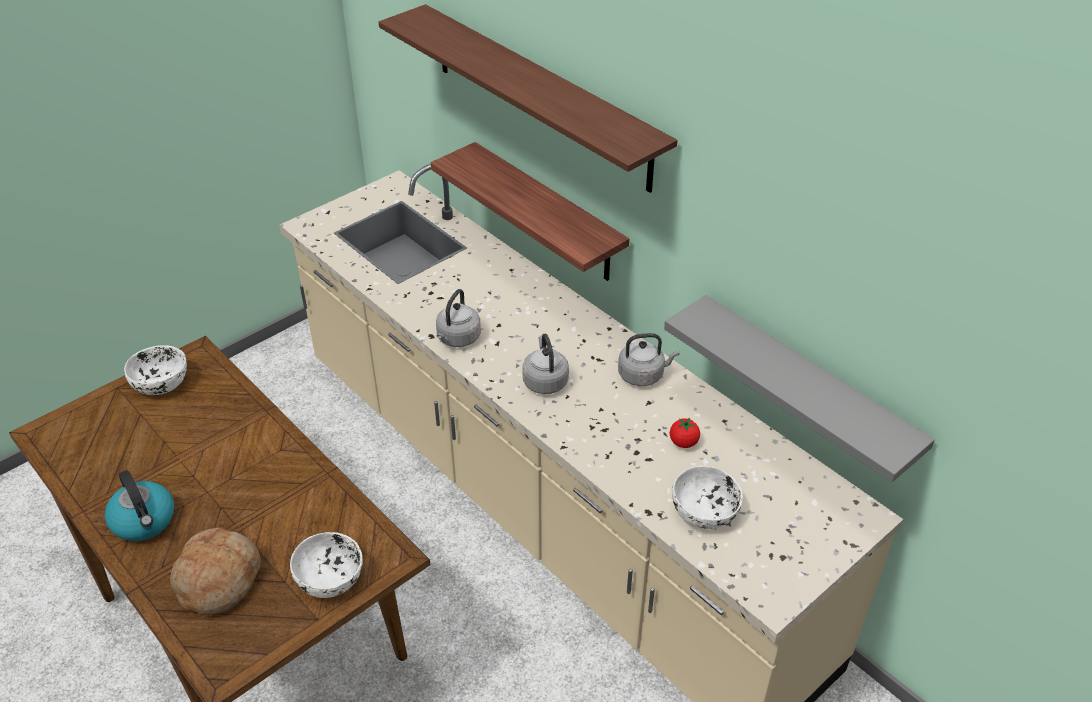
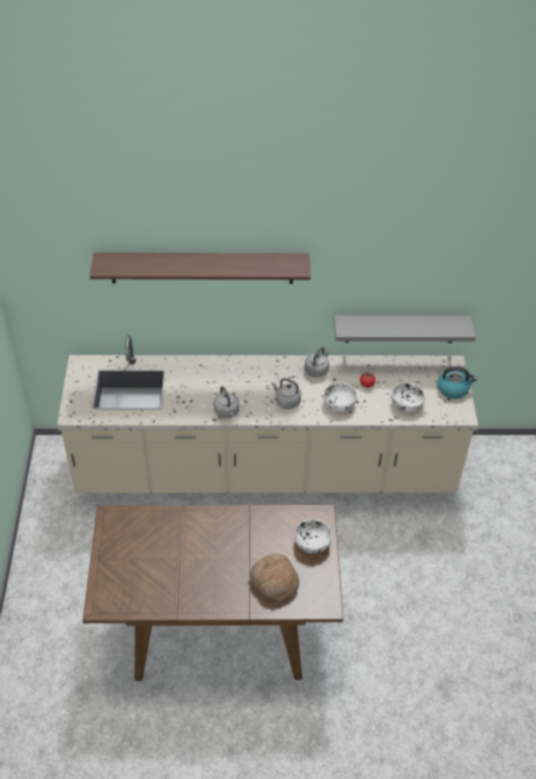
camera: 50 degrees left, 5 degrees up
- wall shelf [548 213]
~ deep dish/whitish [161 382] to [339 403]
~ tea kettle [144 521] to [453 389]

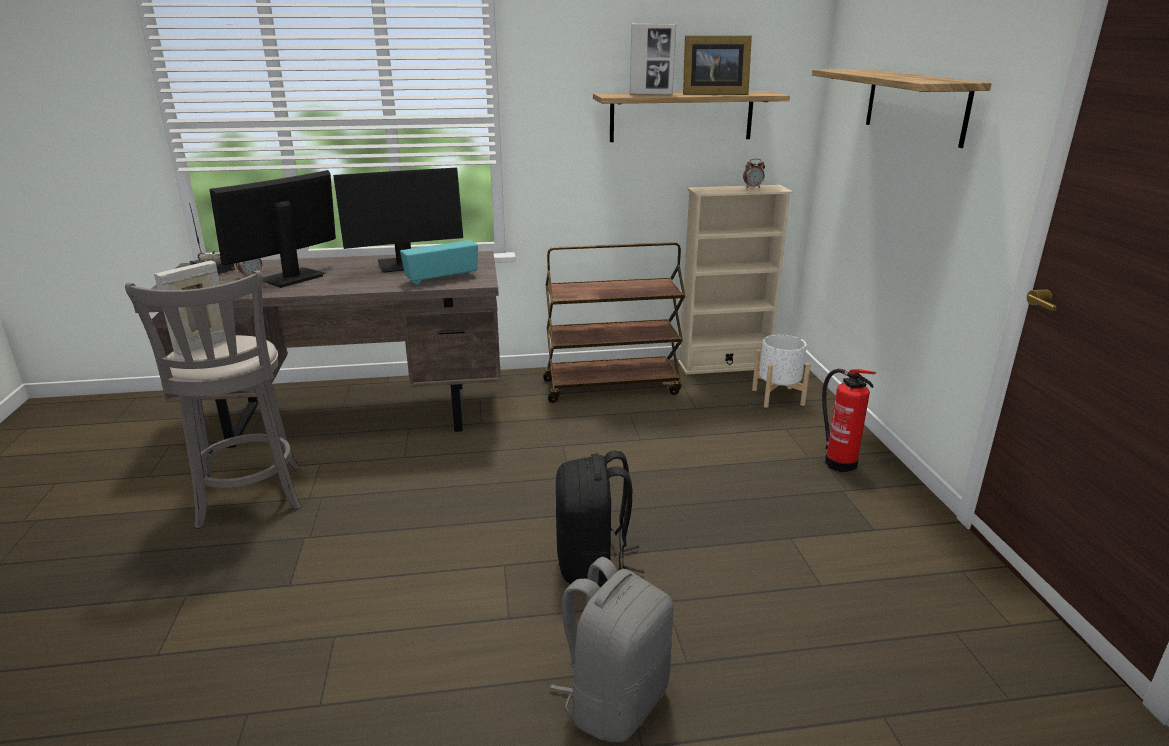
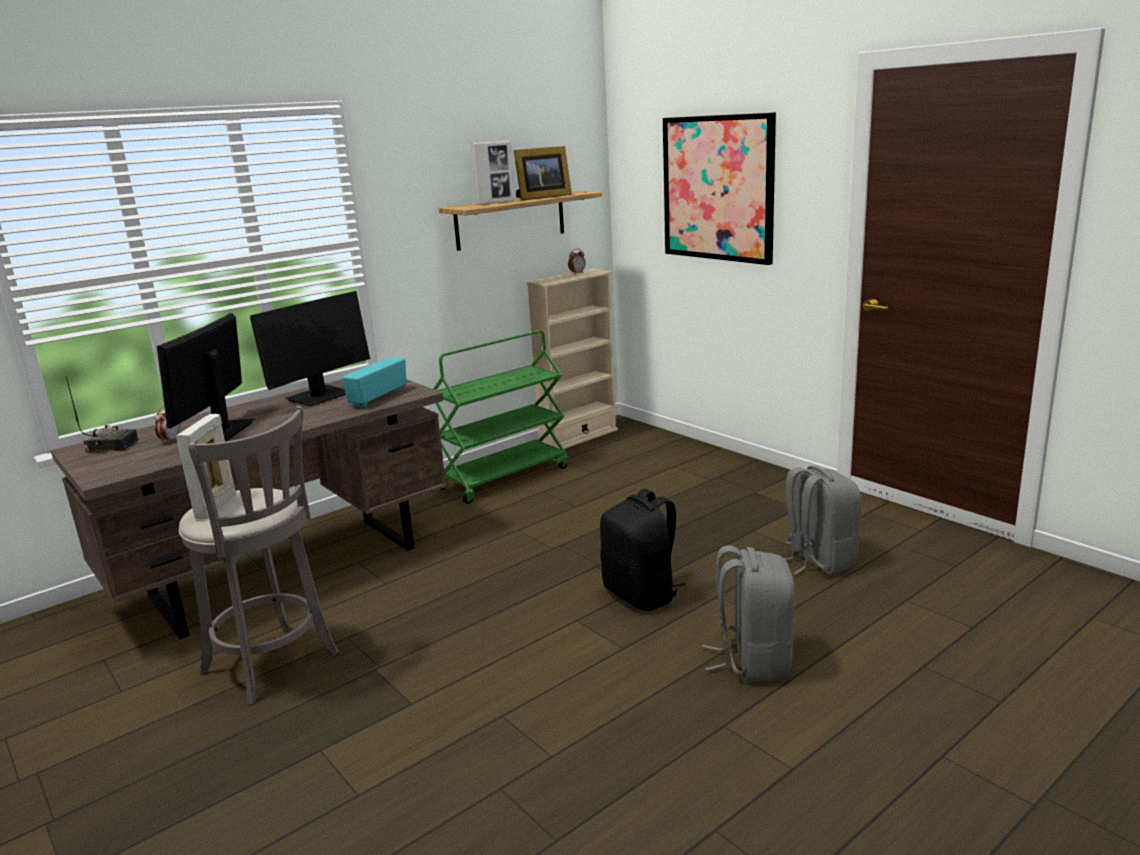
camera: 30 degrees left, 5 degrees down
~ wall shelf [915 105] to picture [718 188]
~ trolley/brown-coloured [612 386] to trolley/green [505 477]
- planter/whitish [777 397]
- fire-fighting cylinder [838 462]
+ backpack/greyish [817 560]

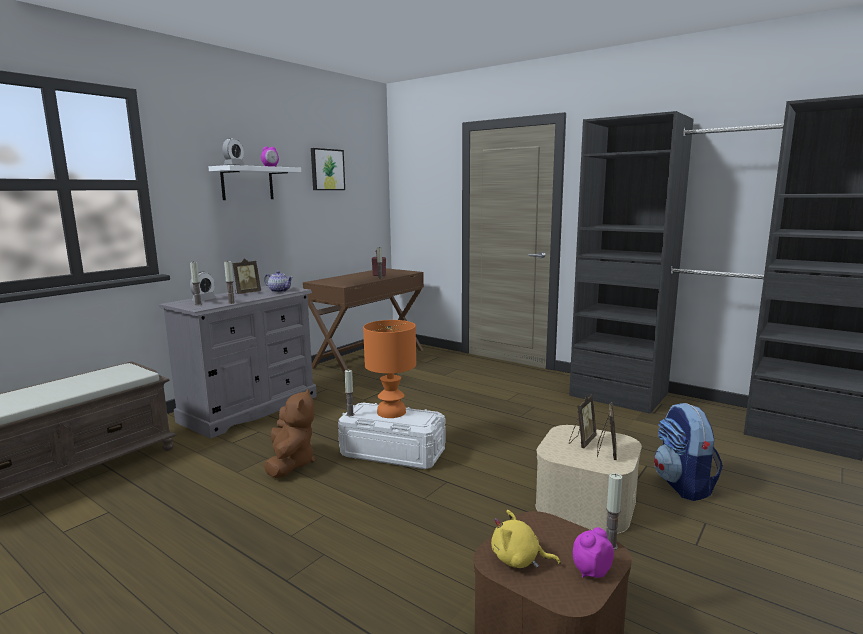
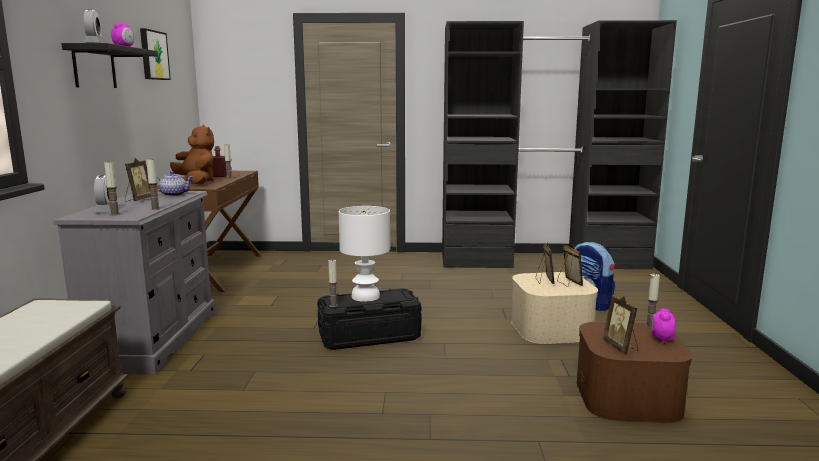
camera: 35 degrees left, 0 degrees up
~ wall shelf/whitish [247 183] to wall shelf/black-coloured [94 67]
~ tabletop lamp/orange [392 412] to tabletop lamp/whitish [365 296]
~ soft toy/brown-coloured [290 464] to [196 182]
~ storage box/whitish [392 452] to storage box/black-coloured [369 336]
~ soft toy/yellow [519 560] to standing frame [621 347]

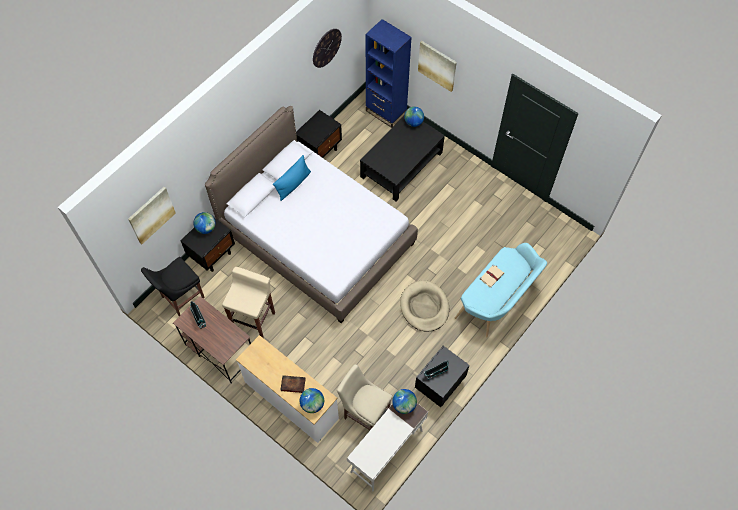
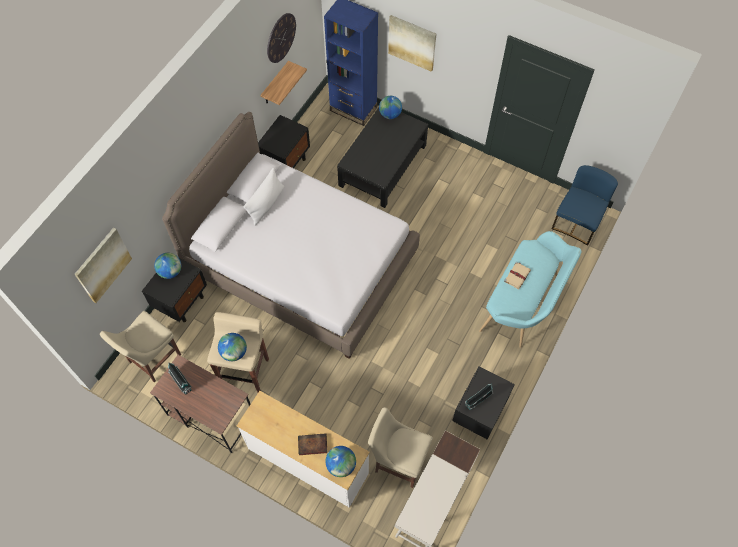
camera: 10 degrees left, 0 degrees up
~ cushion/bluish [293 184] to cushion/whitish [266 204]
~ plain chair/black-coloured [181 298] to plain chair/sand-coloured [152 360]
- dog cushion/sand-coloured [424 307]
~ globe [404 405] to [234 352]
+ wall shelf [275 84]
+ plain chair/bluish [577 222]

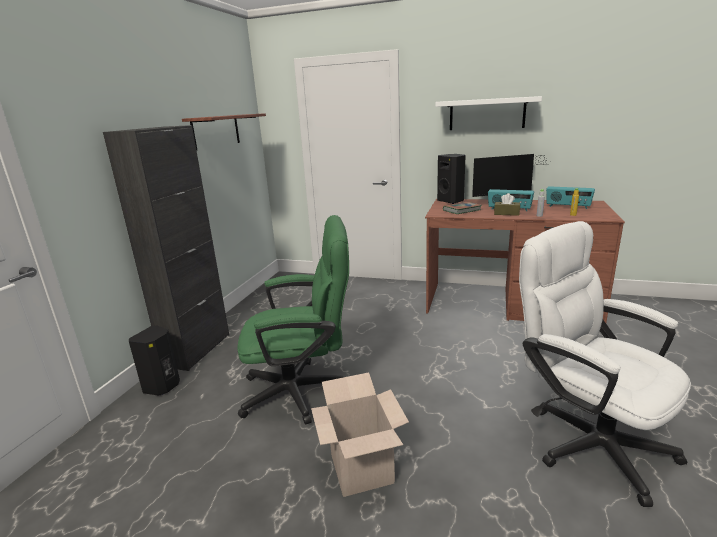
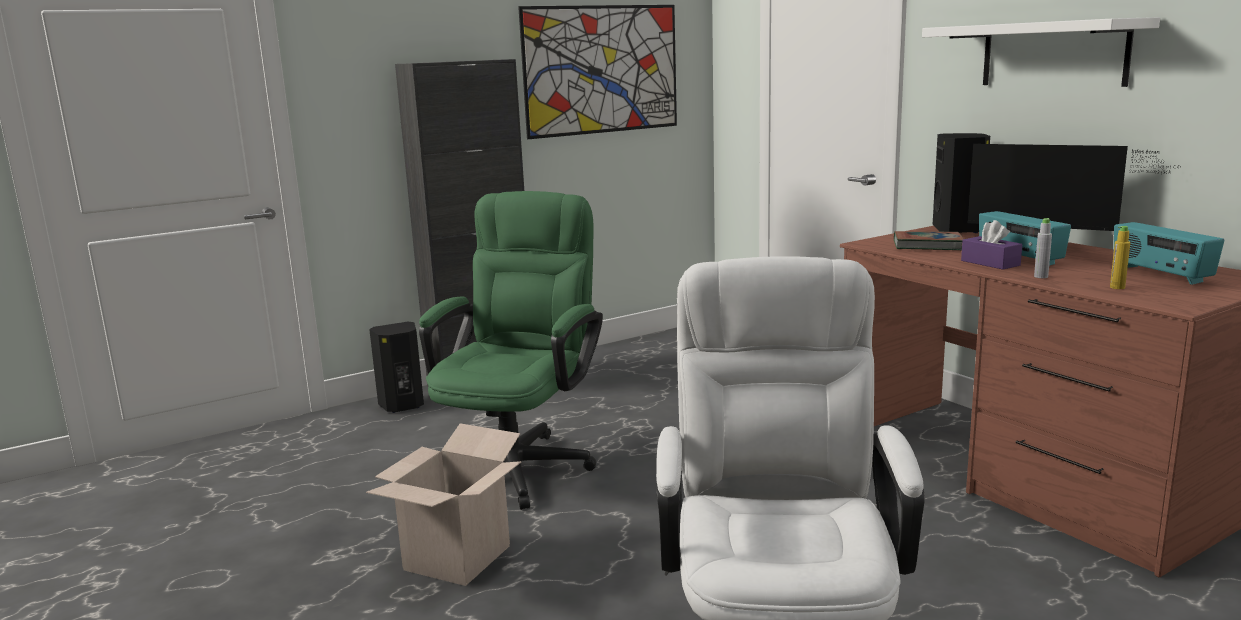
camera: 40 degrees right, 5 degrees down
~ wall shelf [216 131] to picture [602 69]
~ box of tissues/brown-coloured [506 213] to box of tissues/purplish [990 263]
~ computer chair/green [303 391] = [520 463] 105 degrees counterclockwise

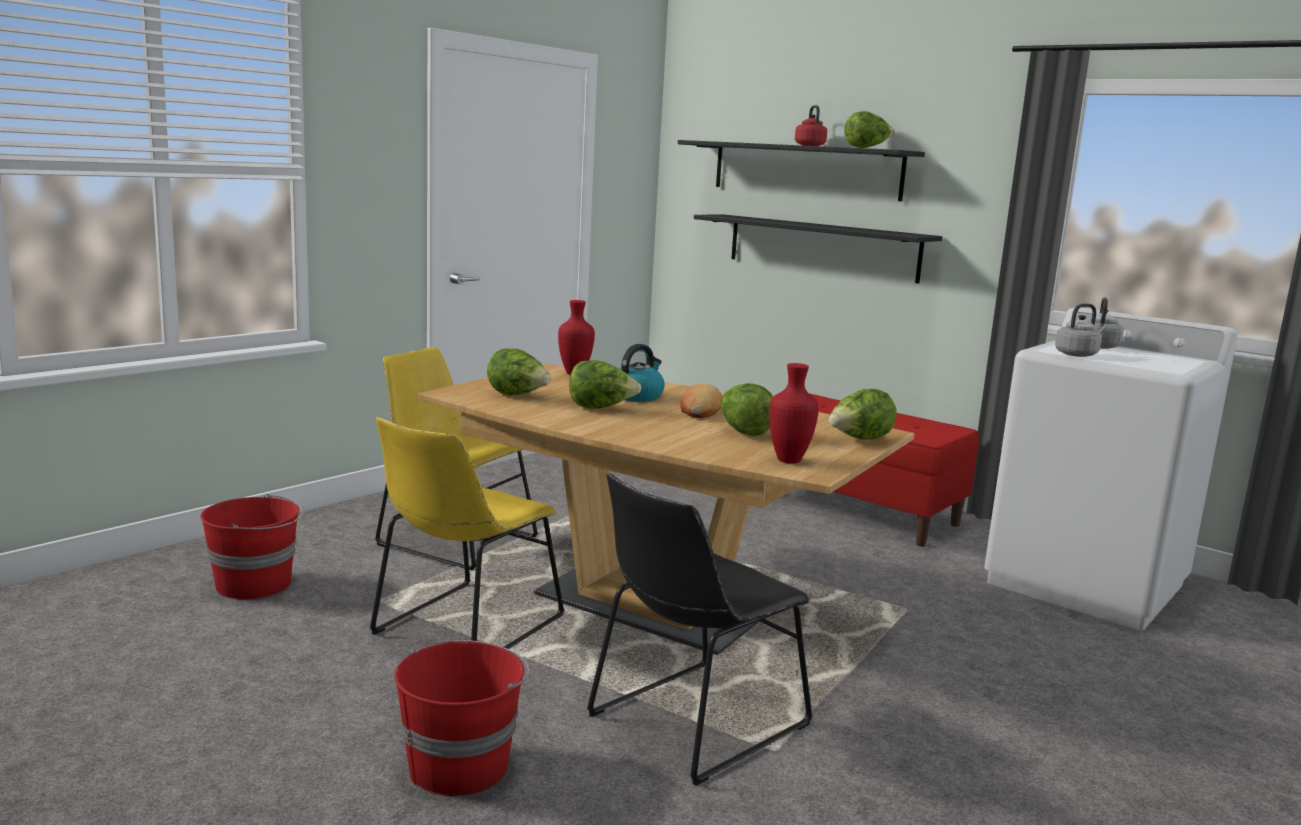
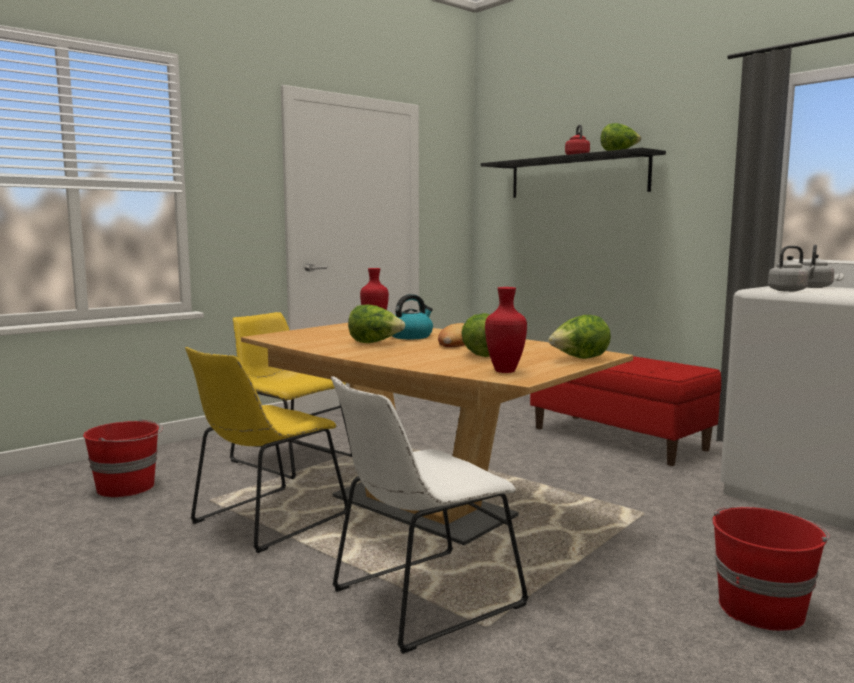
camera: 10 degrees right, 5 degrees down
- wall shelf/black-coloured [822 247]
- lettuce head [518 396]
~ plain chair/black-coloured [691 723] to plain chair/whitish [420 600]
~ water bucket/red [460 765] to [761 607]

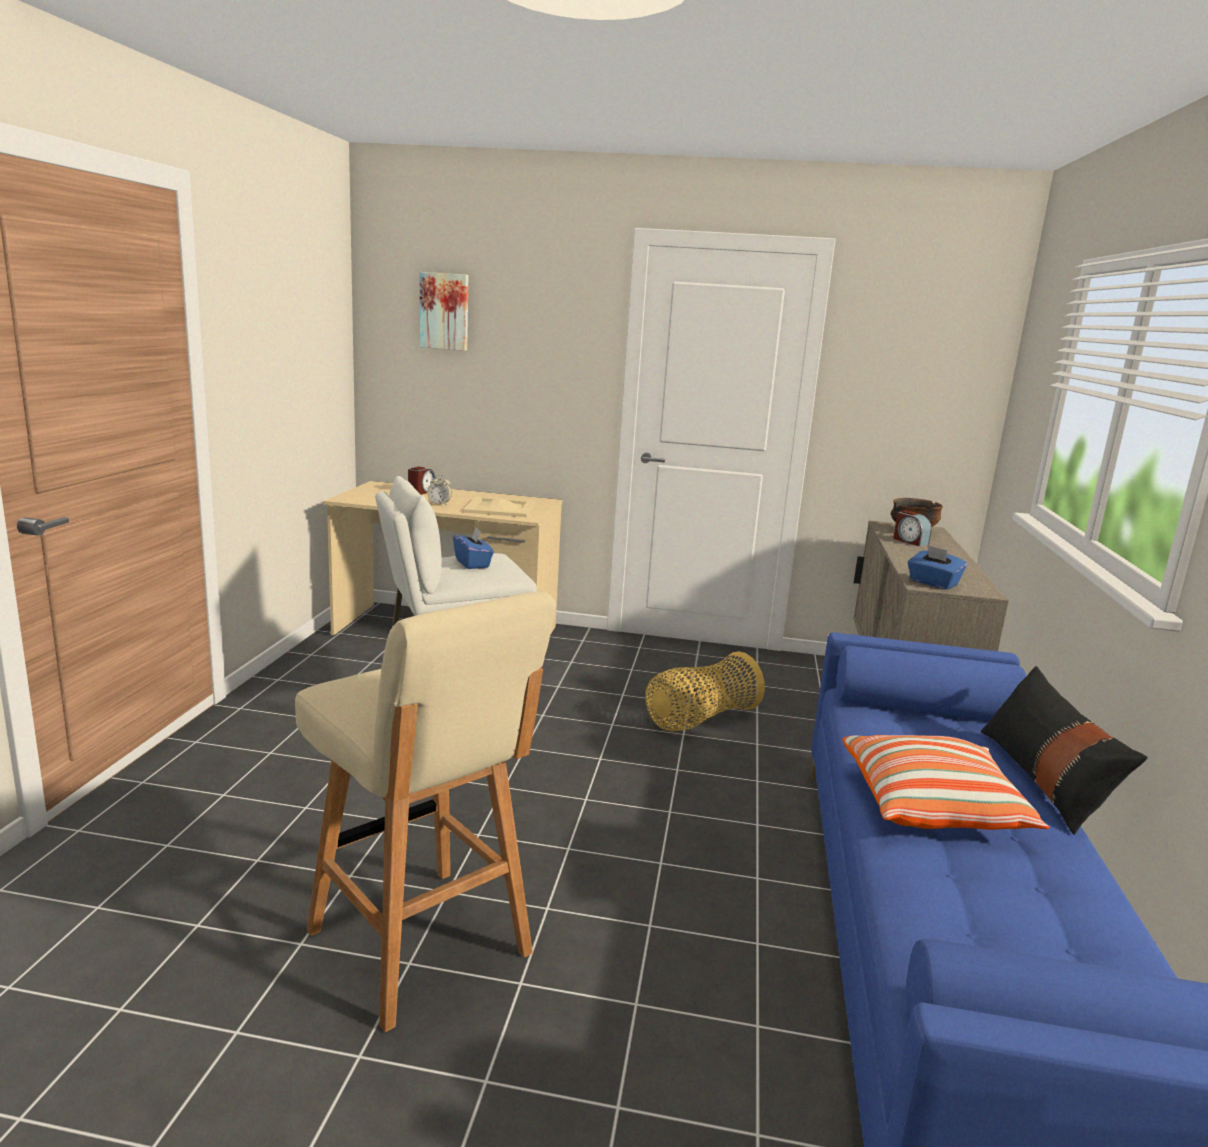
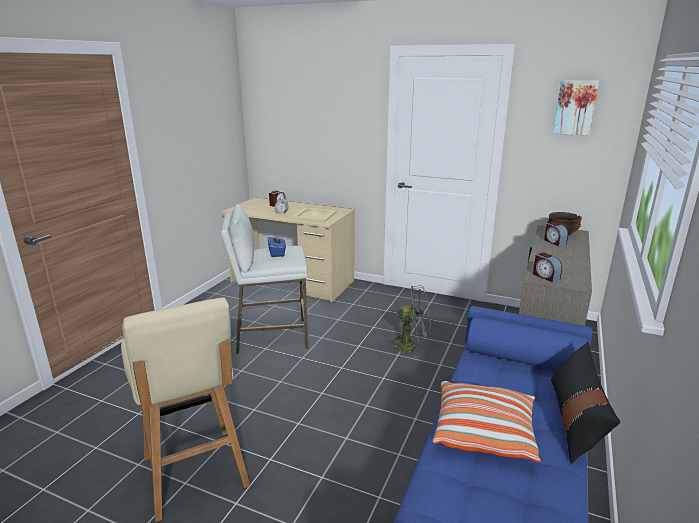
camera: 15 degrees right, 5 degrees up
~ picture [444 311] to [575 107]
~ box of tissues/bluish [933 583] to table clock [545 276]
~ household basket [699 720] to electric fan/greyish [412 346]

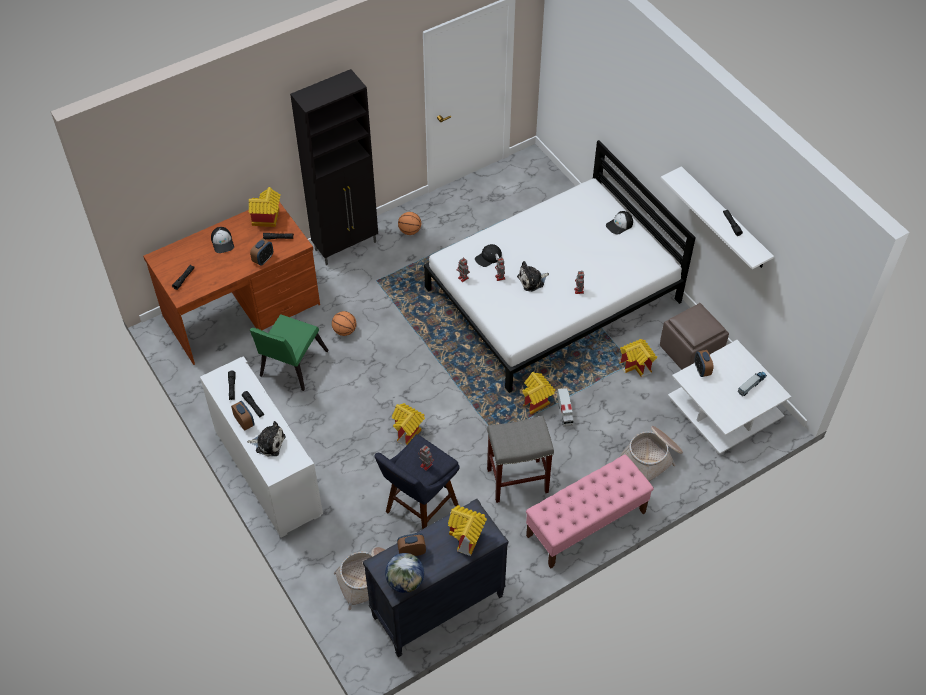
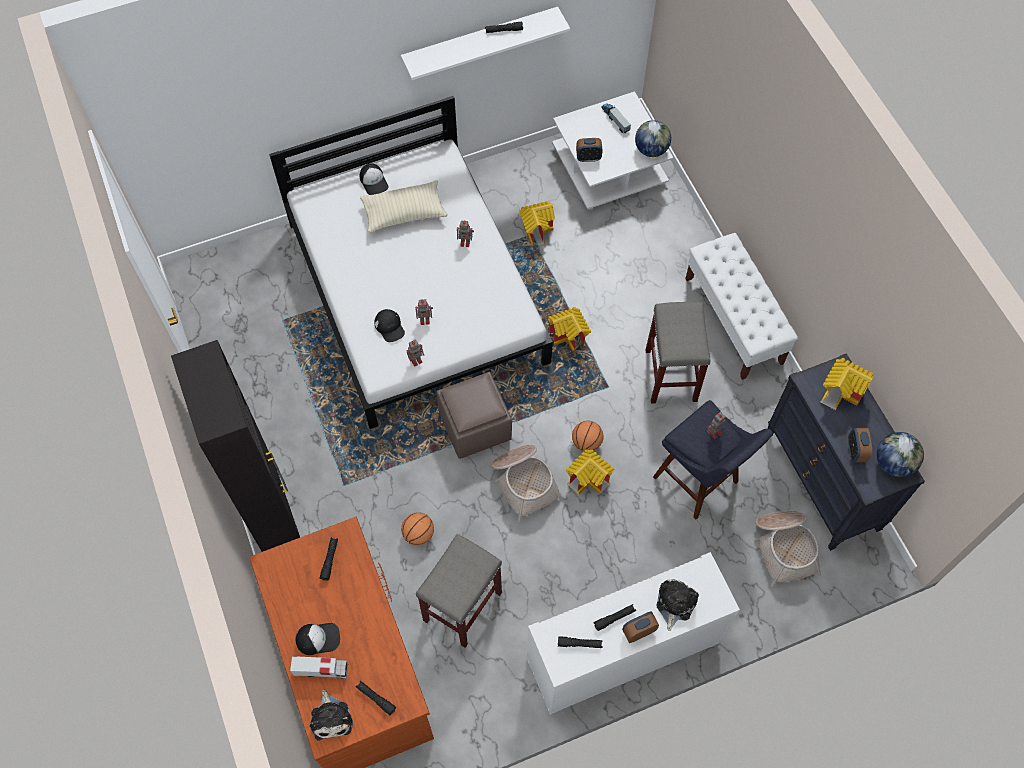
camera: 80 degrees left, 10 degrees up
- model house [267 220]
~ ball for basketball [410 231] to [586 442]
- table clock [263 259]
~ soft toy [532 280] to [331 718]
~ pouffe/brown-coloured [691 352] to [475 425]
~ plain chair/green [291 366] to stool/greyish [462 607]
~ model truck [564 412] to [322 670]
~ household basket [651 458] to [524 482]
~ bench/pinkish [585 524] to bench/whitish [734 320]
+ globe [651 150]
+ cushion/sand-coloured [404 213]

